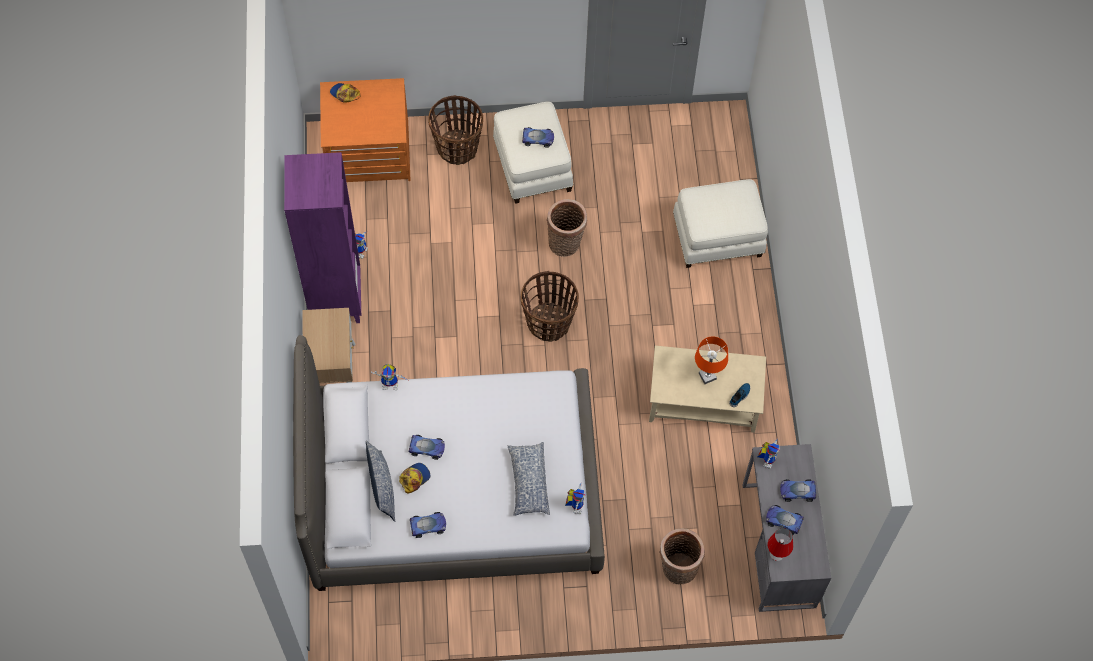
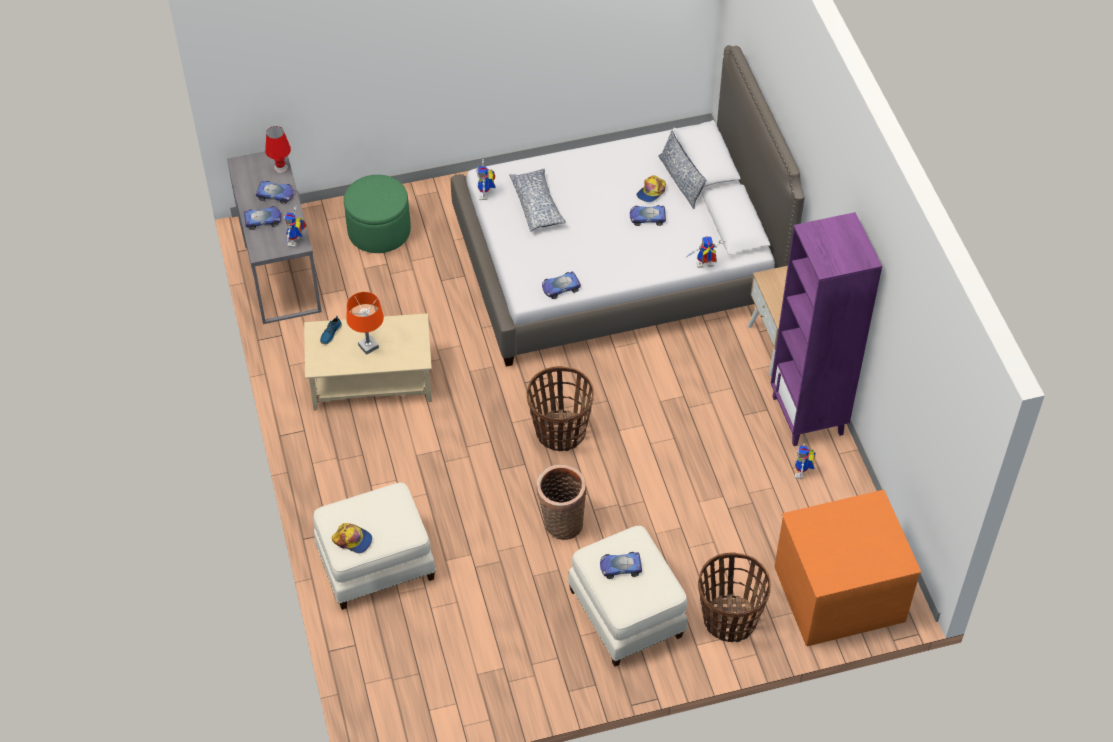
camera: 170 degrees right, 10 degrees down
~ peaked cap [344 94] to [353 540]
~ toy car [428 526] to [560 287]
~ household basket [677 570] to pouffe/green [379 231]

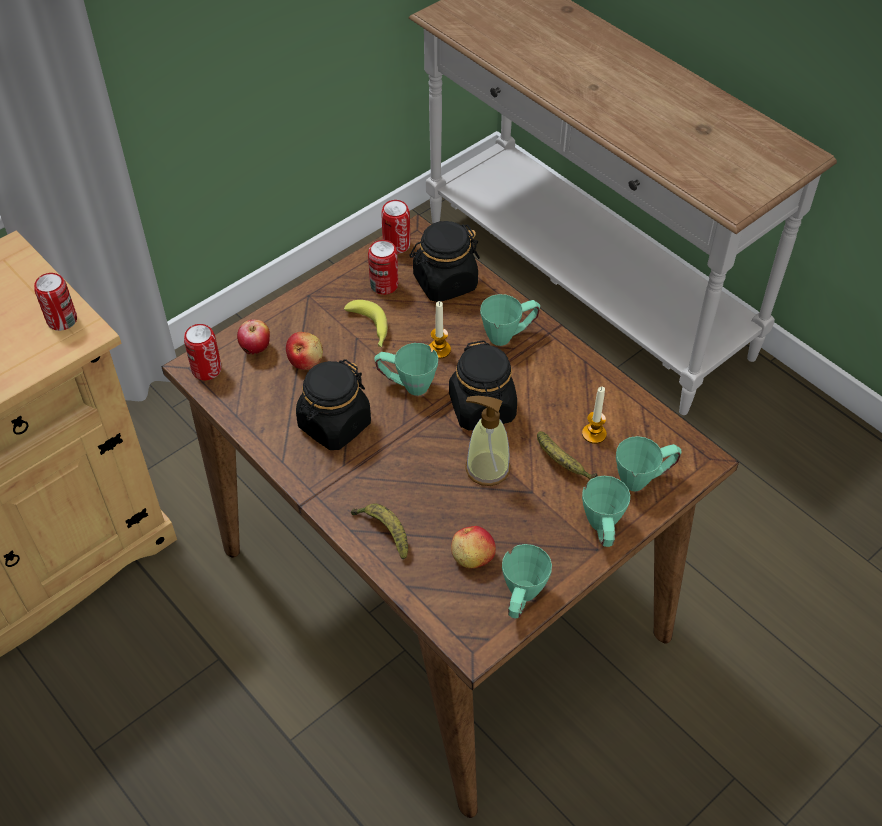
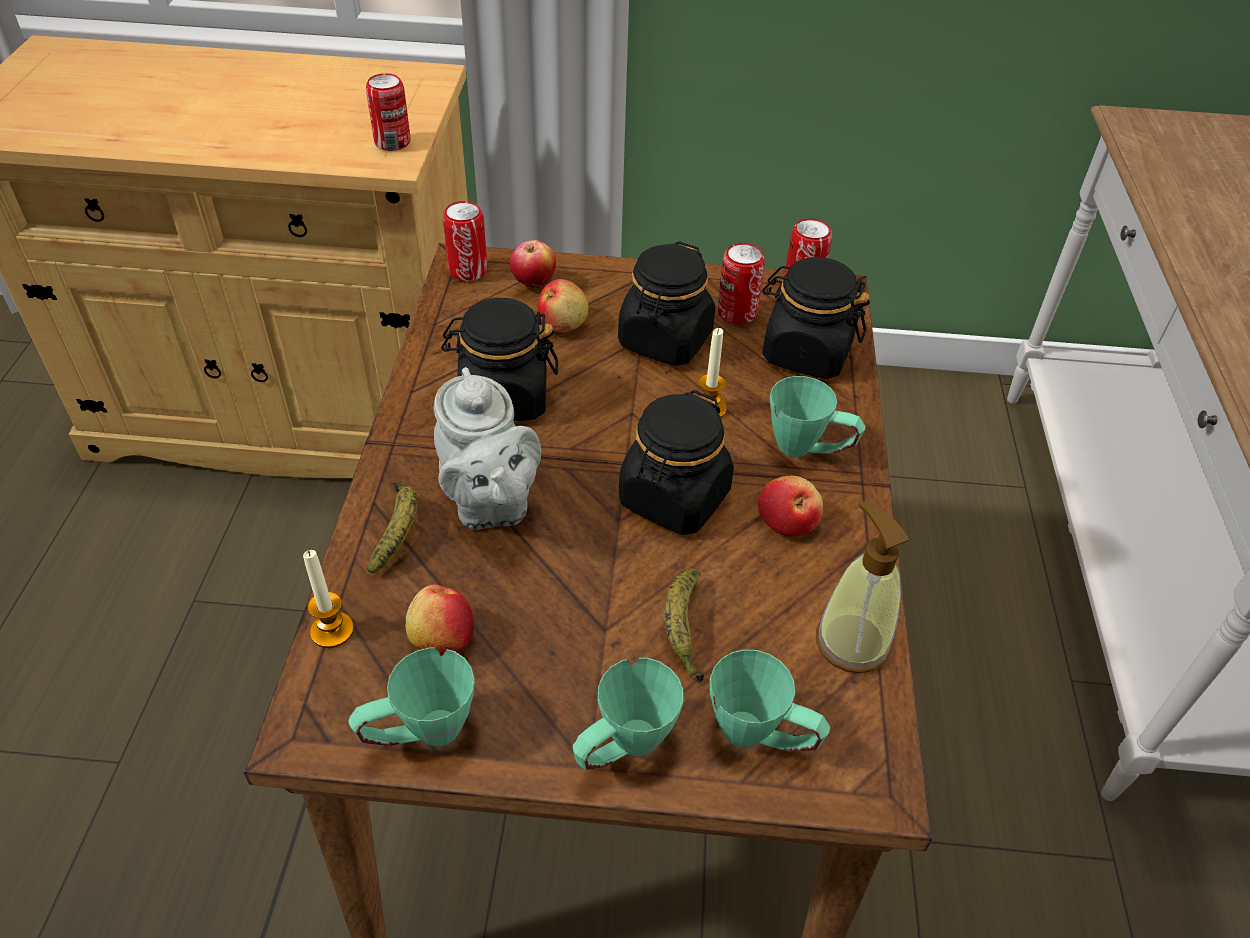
camera: 45 degrees right, 5 degrees down
~ whole banana [370 329] to preserve jar/black-coloured [665 340]
- tea mug/green [406 385]
~ wax light [594 434] to [332 630]
~ liquid soap bottle [487 468] to [852 642]
+ pot for tea/greyish [489 504]
+ apple [787 521]

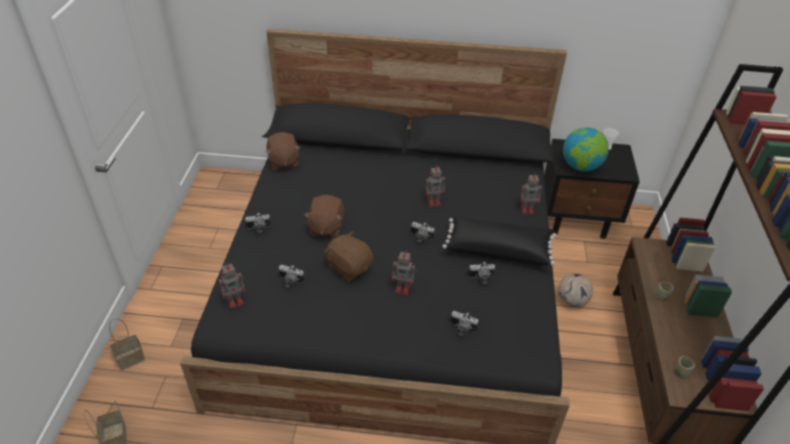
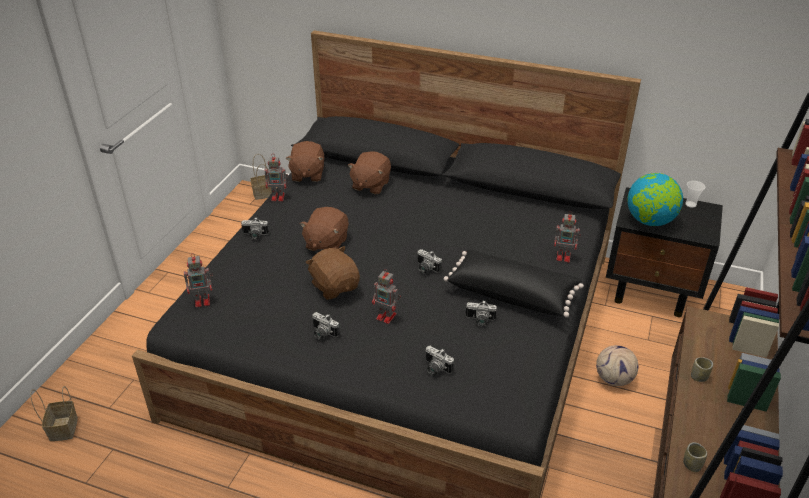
camera: 15 degrees right, 5 degrees down
~ model robot [434 201] to [279 197]
~ still camera [289 282] to [322 334]
~ household basket [131 357] to [264 193]
+ soft toy/brown-coloured [370 185]

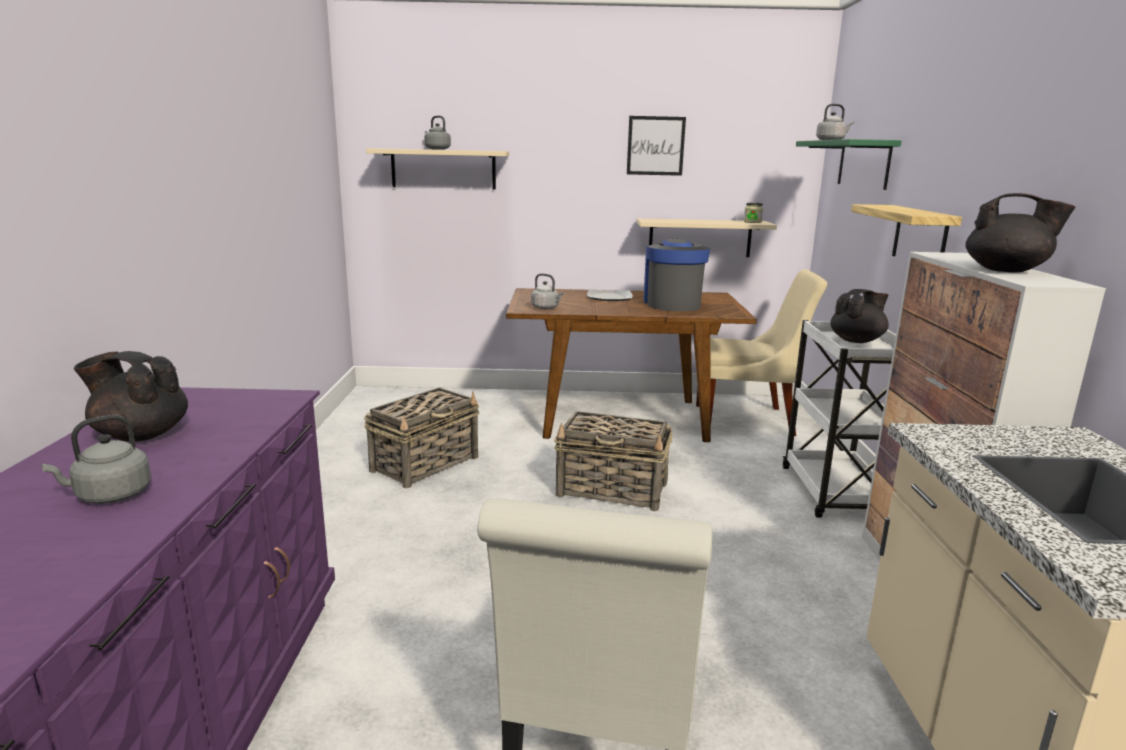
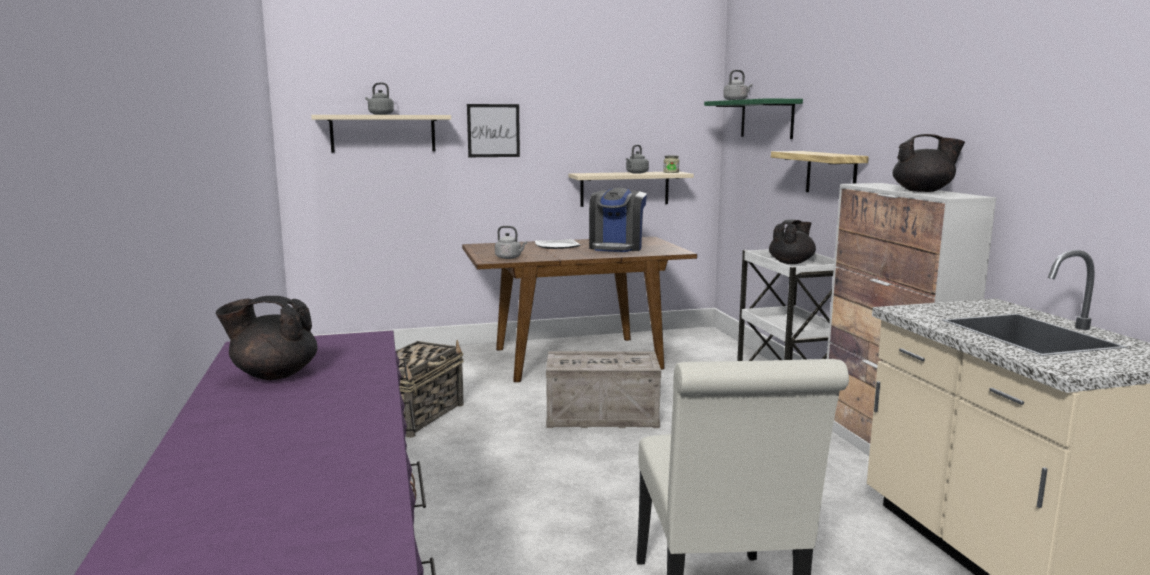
camera: 15 degrees left, 5 degrees down
~ picture [655 146] to [493 130]
~ coffee maker [672 304] = [617 247] 150 degrees counterclockwise
- plain chair/sand-coloured [749 420]
~ household basket [613 490] to crate [603 415]
~ tea kettle/greyish [109 496] to [636 173]

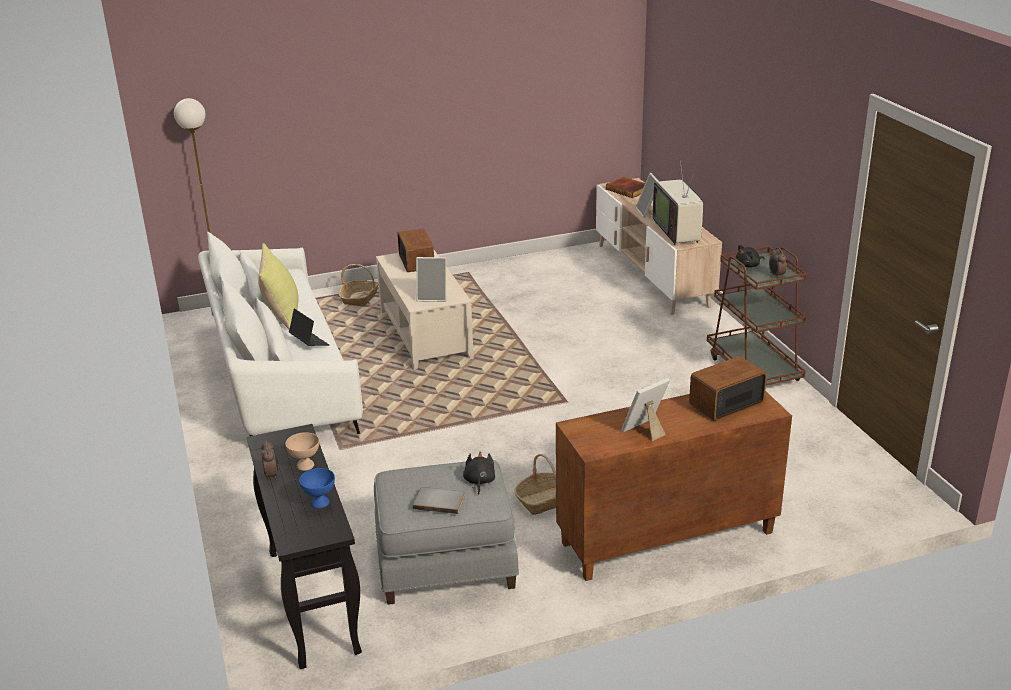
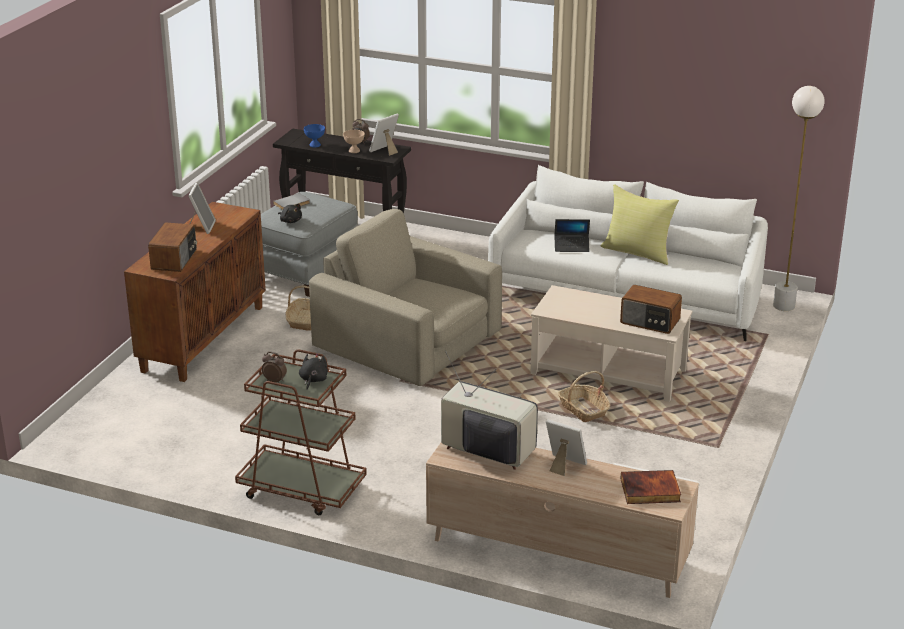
camera: 130 degrees right, 0 degrees up
~ standing frame [433 297] to [385 151]
~ household basket [360 298] to [583 410]
+ easy chair/sand-coloured [409 342]

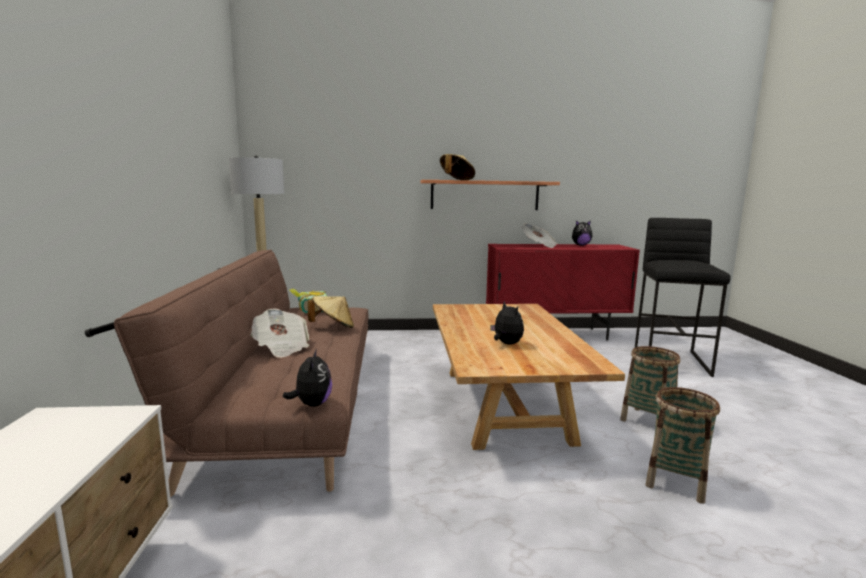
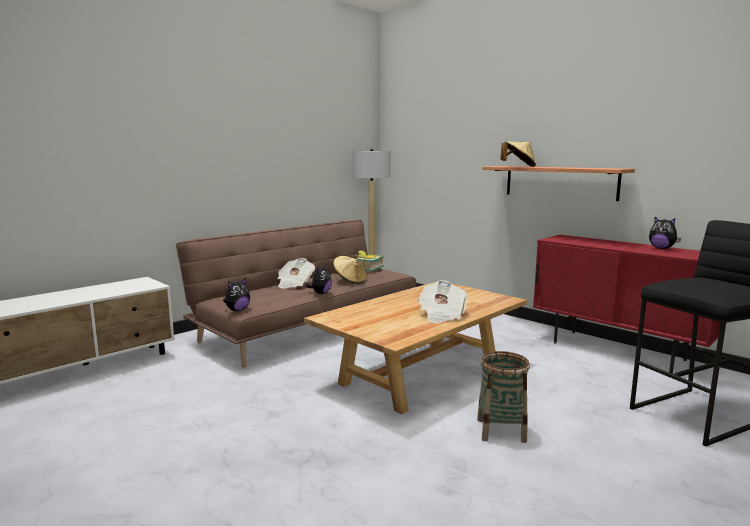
camera: 50 degrees right, 0 degrees up
~ daily paper [539 246] to [441 315]
~ soft toy [506 344] to [320 293]
- household basket [676 482]

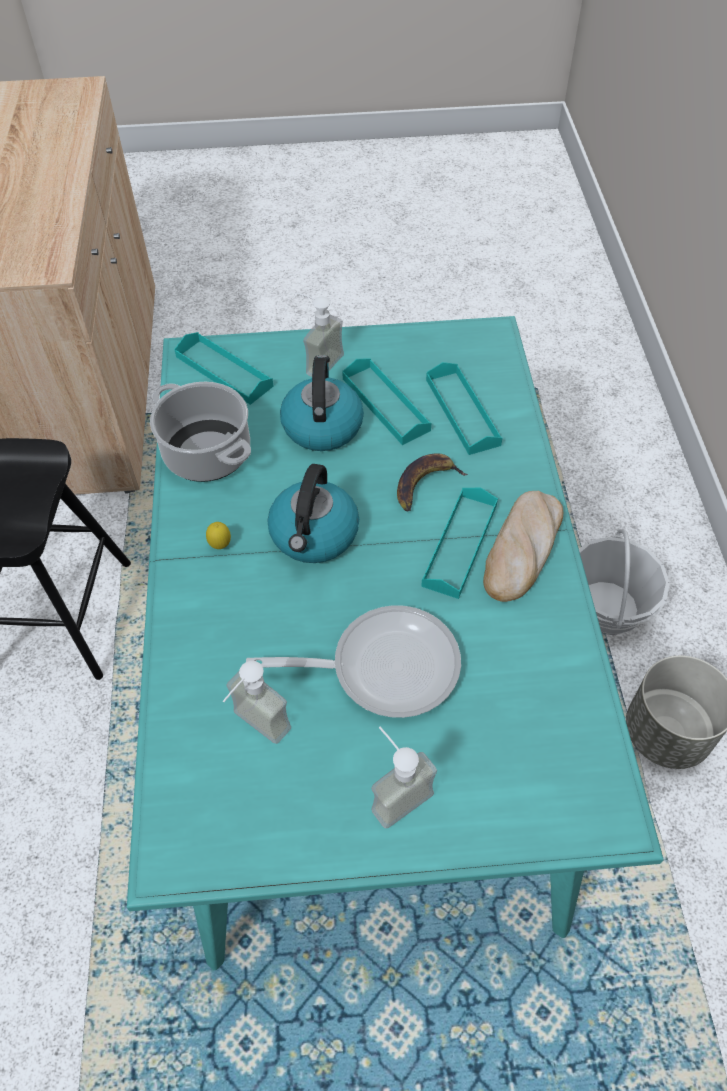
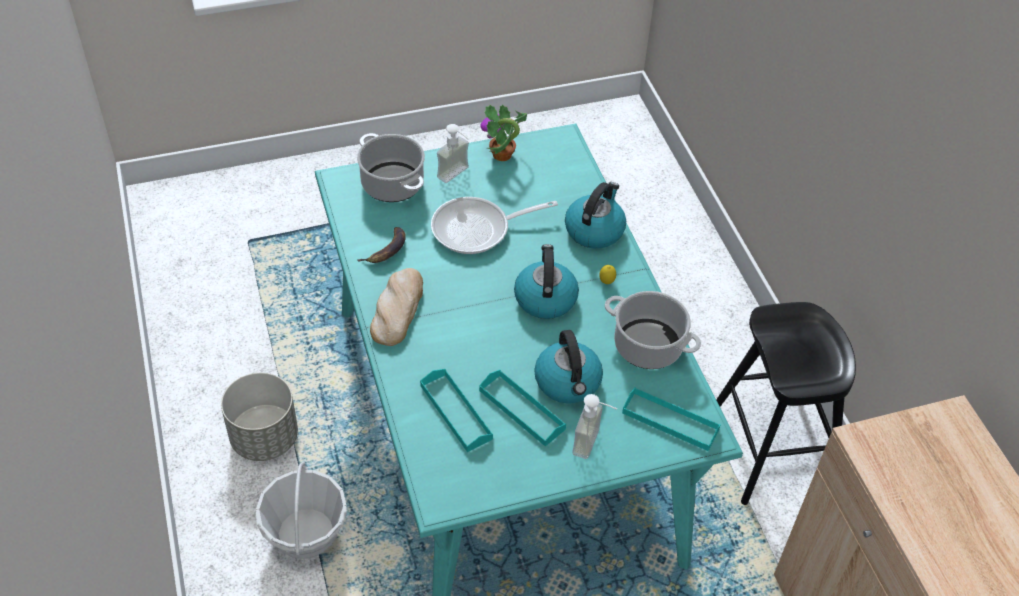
camera: 165 degrees right, 5 degrees down
~ whole banana [425 484] to [386 250]
- tray/blue-green [460 545]
- liquid soap bottle [254 729]
+ houseplant [502 155]
+ stockpot [391 184]
+ tea kettle [594 230]

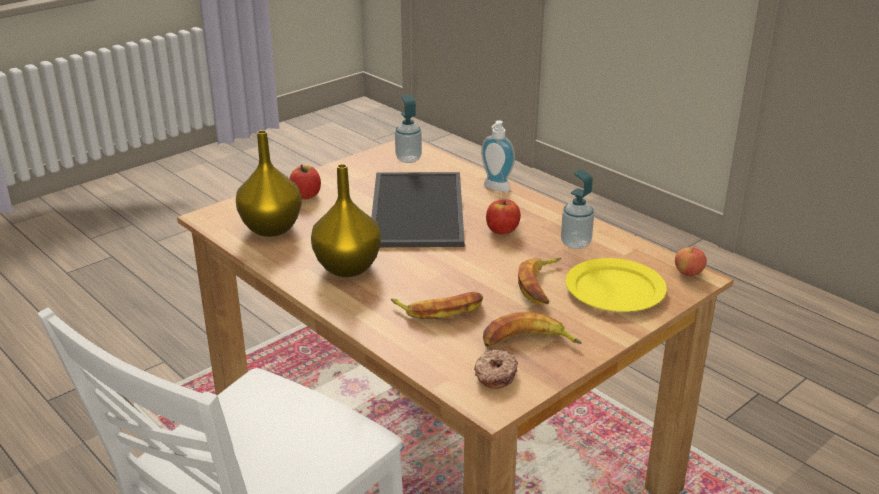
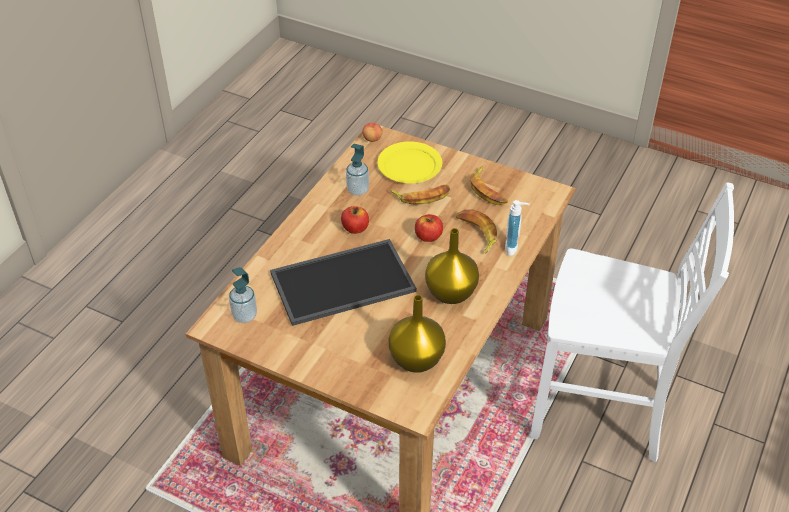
camera: 110 degrees left, 15 degrees up
~ liquid soap bottle [495 188] to [514 247]
~ apple [306 195] to [428 236]
- donut [494 375]

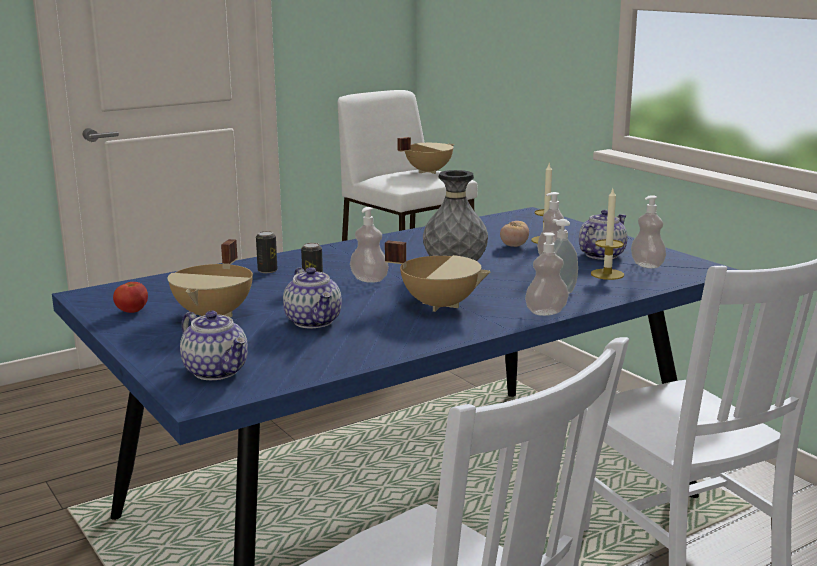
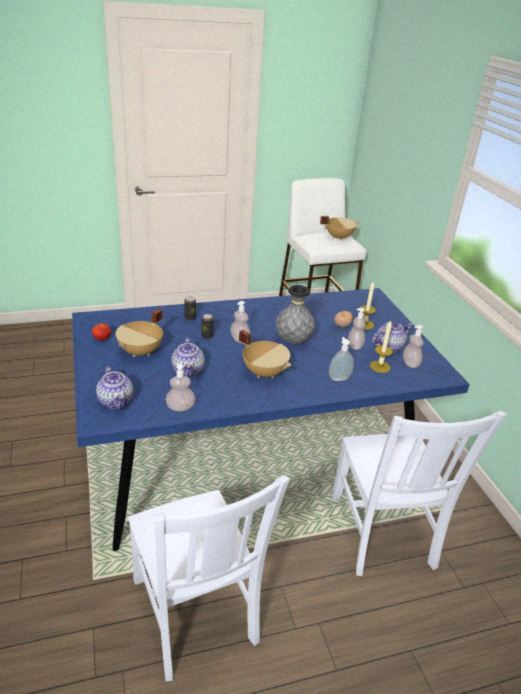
camera: 15 degrees right, 15 degrees up
~ liquid soap bottle [546 312] to [180 407]

